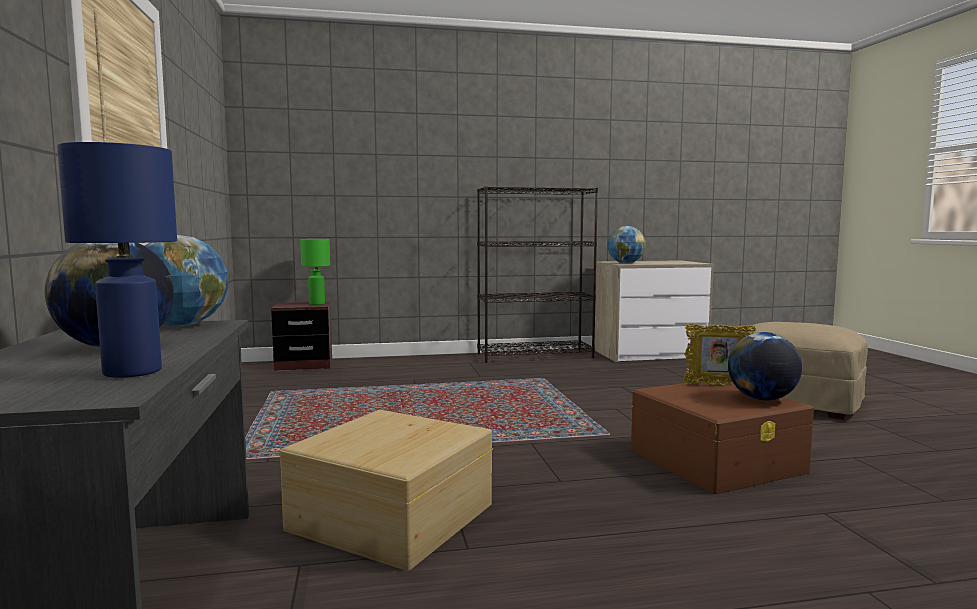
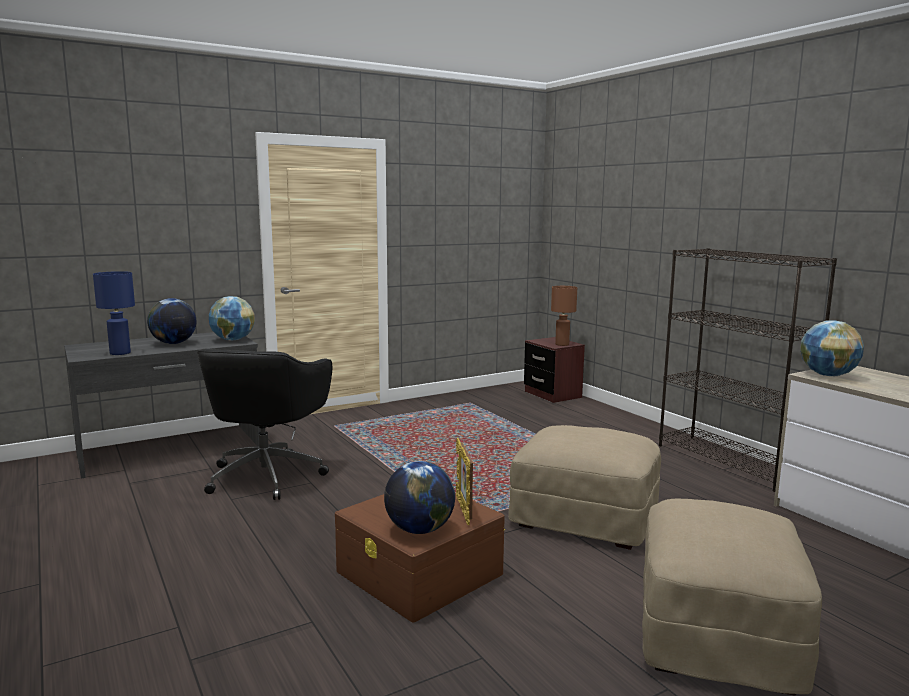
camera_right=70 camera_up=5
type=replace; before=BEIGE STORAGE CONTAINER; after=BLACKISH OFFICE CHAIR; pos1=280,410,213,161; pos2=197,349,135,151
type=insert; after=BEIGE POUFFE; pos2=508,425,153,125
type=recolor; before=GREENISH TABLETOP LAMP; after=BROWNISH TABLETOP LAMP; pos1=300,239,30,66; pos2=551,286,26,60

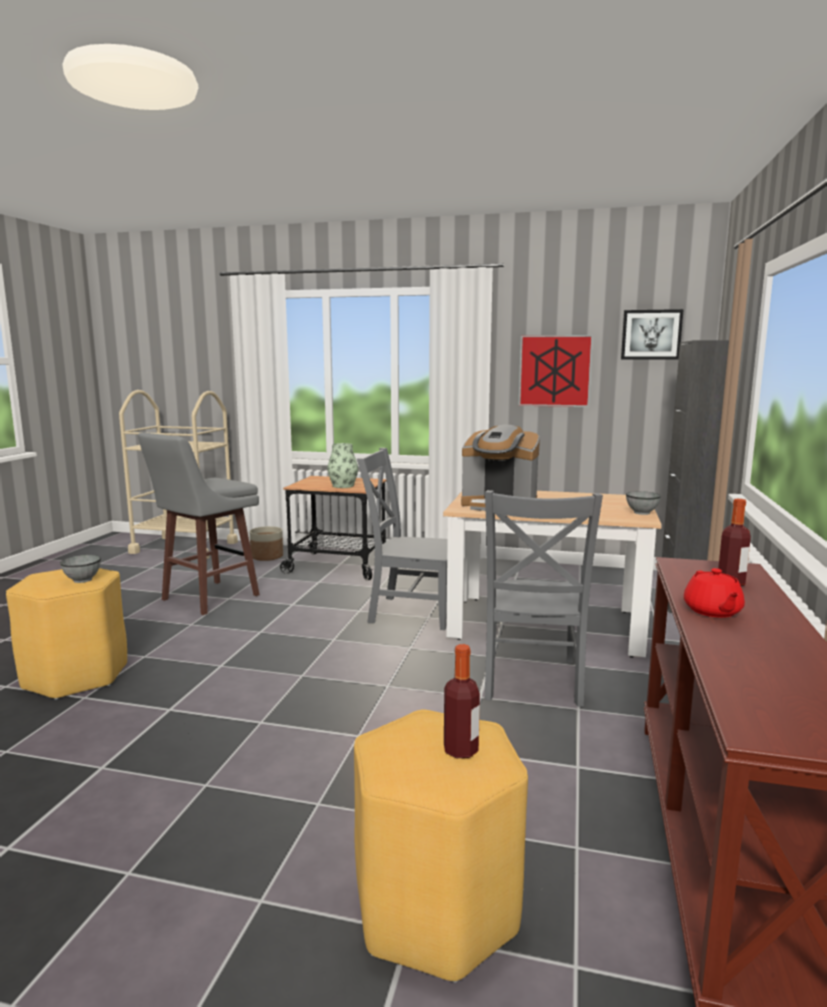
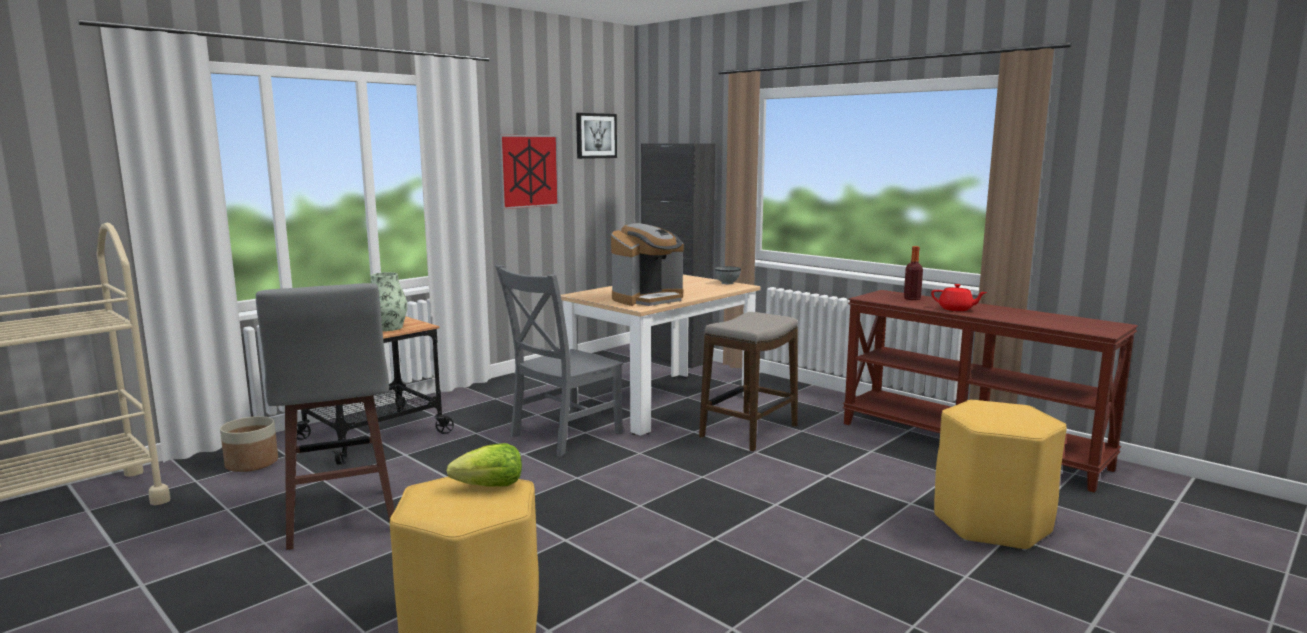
camera_right=-60 camera_up=0
type=replace; before=GREYISH SERVING BOWL; after=LETTUCE; pos1=60,555,41,28; pos2=447,443,75,44
type=replace; before=GREYISH UPRIGHT CHAIR; after=STOOL SEAT; pos1=485,490,118,217; pos2=699,312,99,140
type=delete; before=BOTTLE; pos1=444,644,36,114

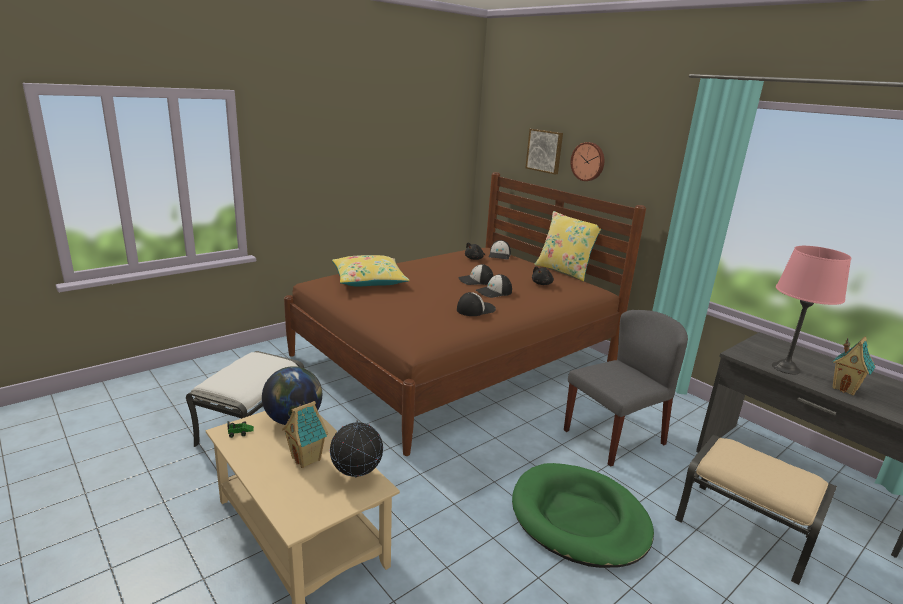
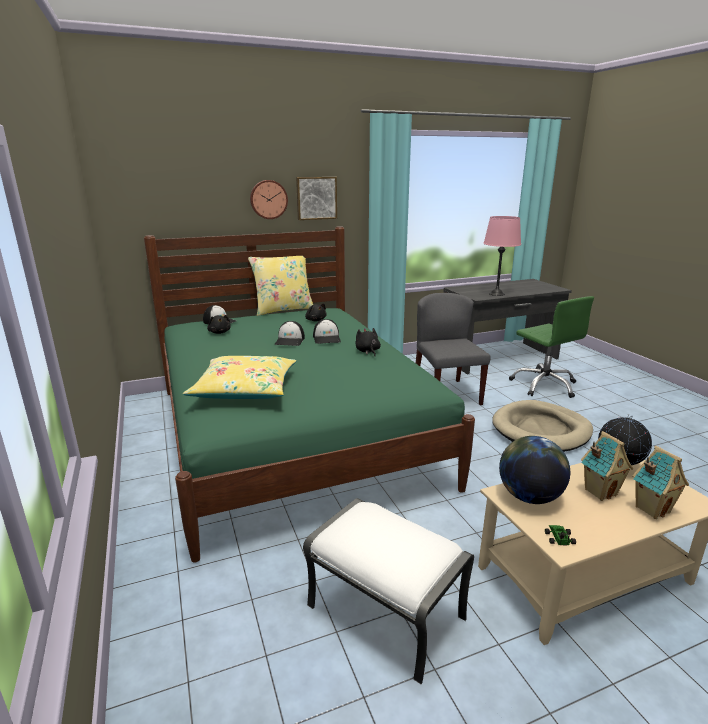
camera_right=-70 camera_up=0
type=recolor; before=BROWNISH BEDROOM BED; after=GREENISH BEDROOM BED; pos1=284,172,362,284; pos2=144,226,331,337
type=move; before=PICTURE; pos1=525,129,38,45; pos2=296,177,41,43
type=replace; before=PEAKED CAP; after=BLACKISH SOFT TOY; pos1=457,292,39,24; pos2=355,328,26,28
type=recolor; before=GREENISH DOG CUSHION; after=BEIGE DOG CUSHION; pos1=512,463,142,105; pos2=492,400,101,52
type=replace; before=BEIGE POUFFE; after=GREENISH OFFICE CHAIR; pos1=675,435,162,150; pos2=509,296,85,102
type=move; before=MODEL HOUSE; pos1=833,337,42,58; pos2=632,446,57,73

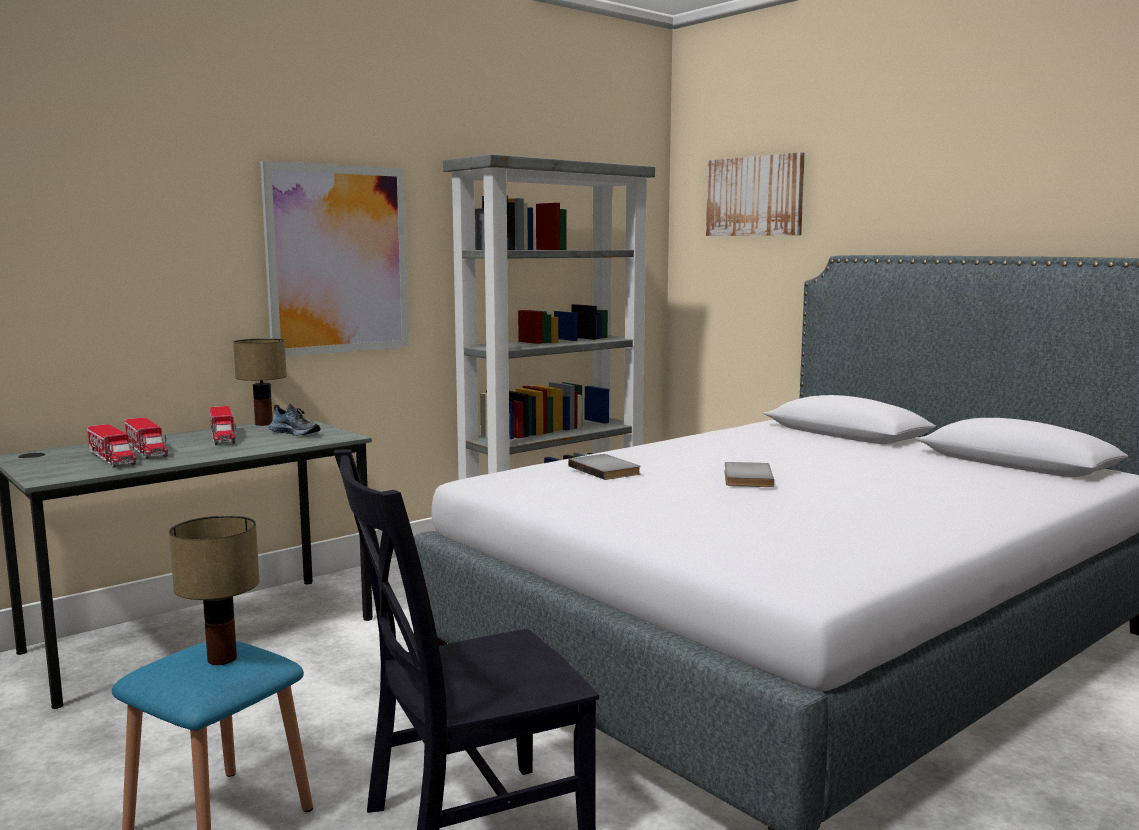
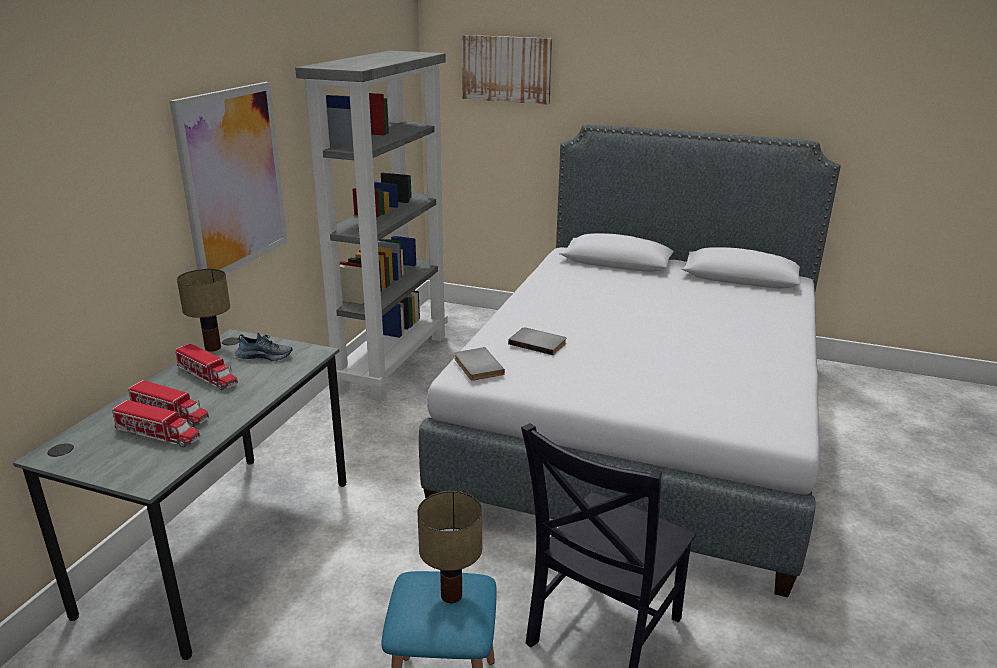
camera_right=-30 camera_up=15
type=move; before=GREYISH BOUND BOOK; pos1=724,462,50,25; pos2=454,347,51,34

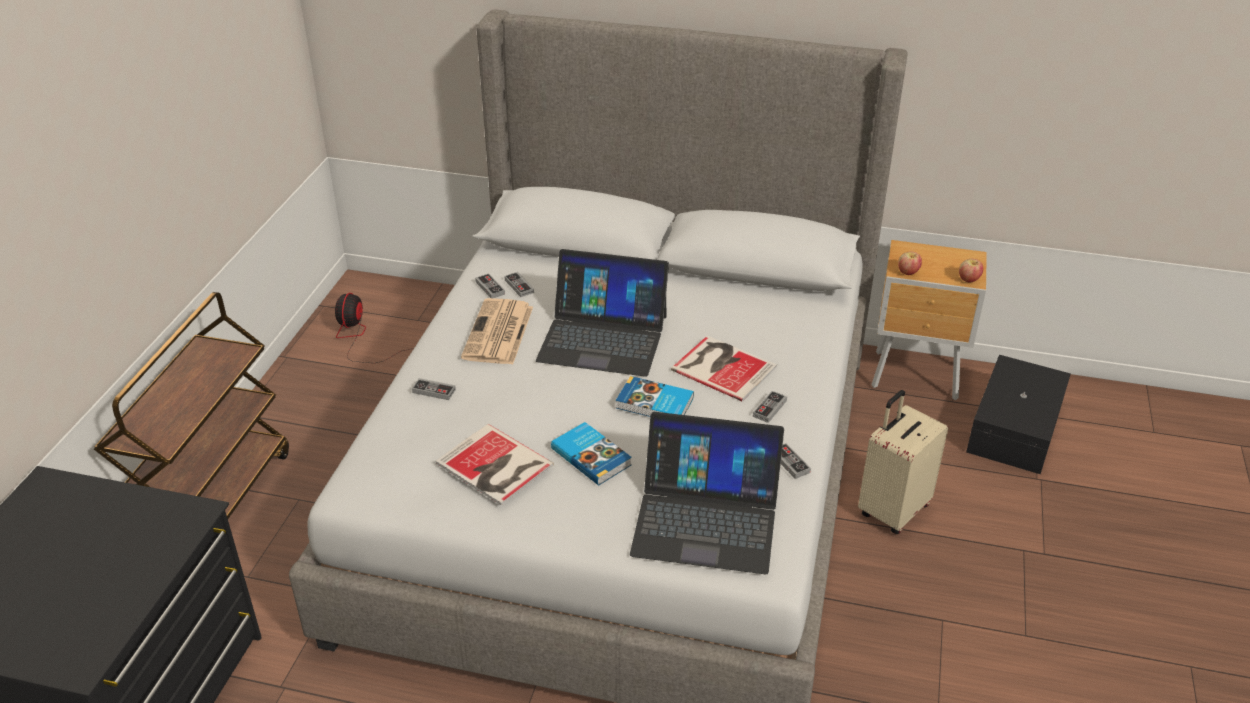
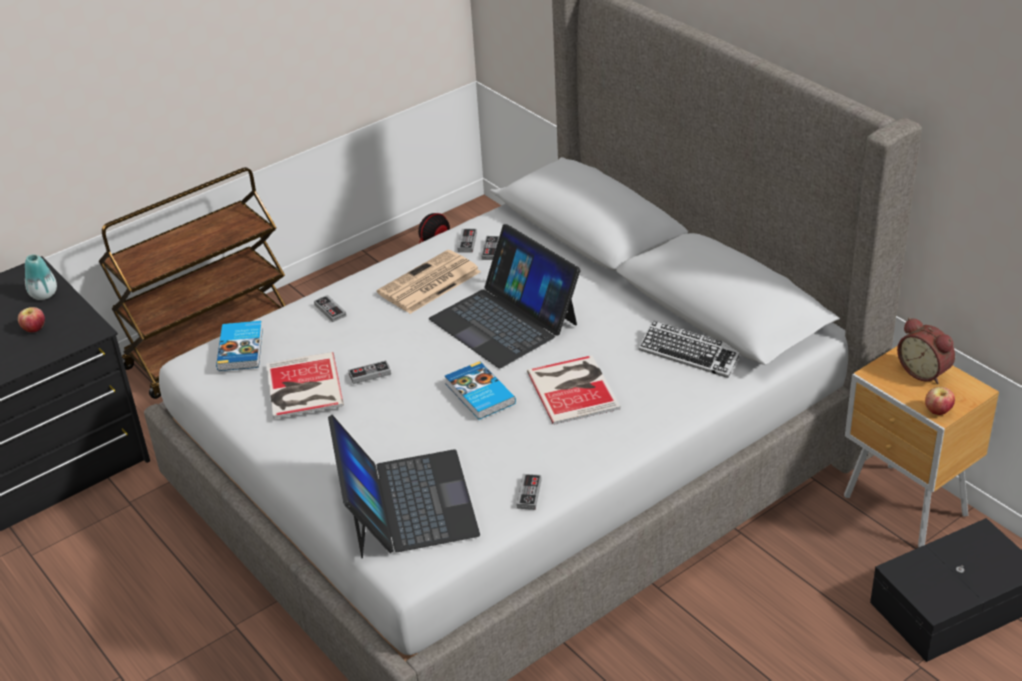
camera_right=40 camera_up=0
type=move; before=APPLE FRUIT; pos1=898,251,24,24; pos2=18,307,27,25
type=insert; after=VASE; pos2=25,254,32,46
type=move; before=BOUND BOOK; pos1=551,422,81,63; pos2=216,321,47,50
type=rotate; before=LAPTOP; pos1=630,412,154,163; pos2=328,415,152,143; turn=-150
type=move; before=GAME CONTROLLER; pos1=753,391,34,32; pos2=348,360,43,24
type=insert; after=PC KEYBOARD; pos2=638,321,102,57
type=insert; after=TABLE CLOCK; pos2=897,318,58,66
type=delete; before=BEIGE PIECE OF LUGGAGE; pos1=858,390,90,144

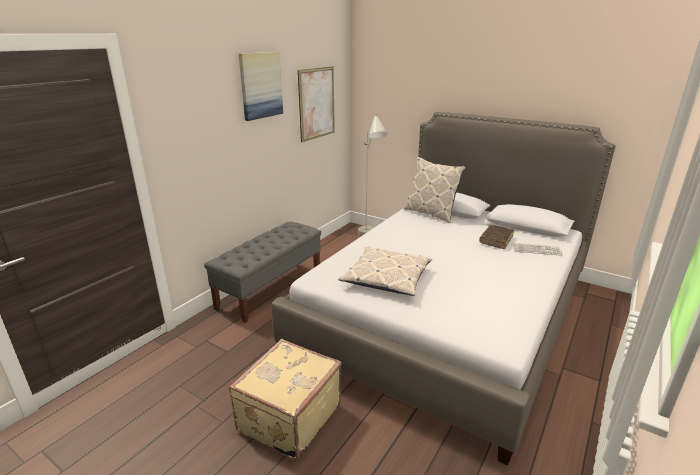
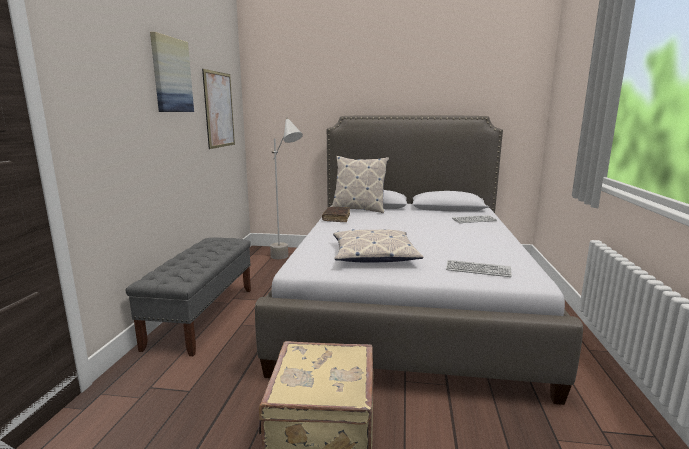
camera_right=-25 camera_up=-10
type=move; before=BROWNISH BOUND BOOK; pos1=479,225,35,24; pos2=322,207,28,15
type=insert; after=PC KEYBOARD; pos2=446,260,66,17

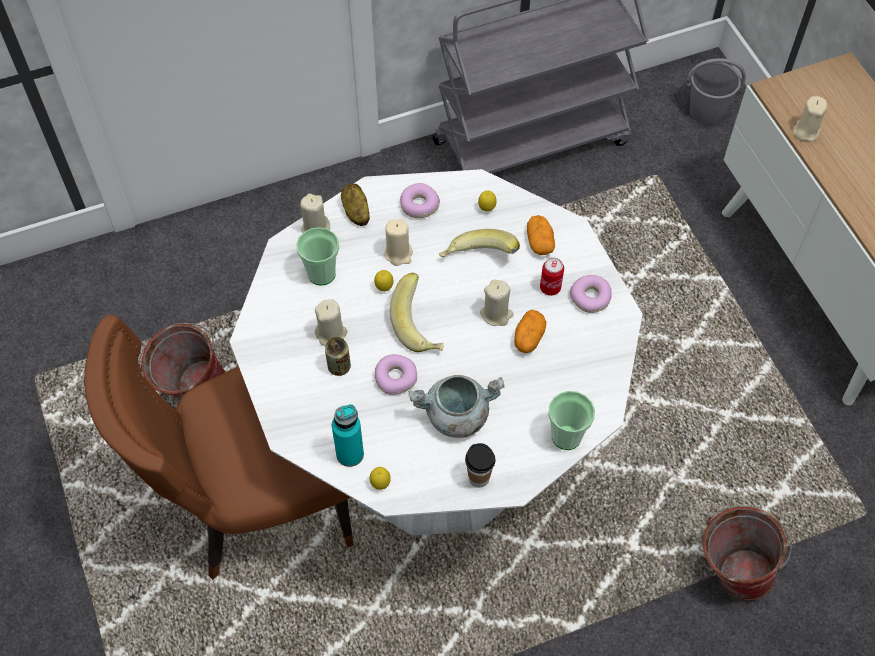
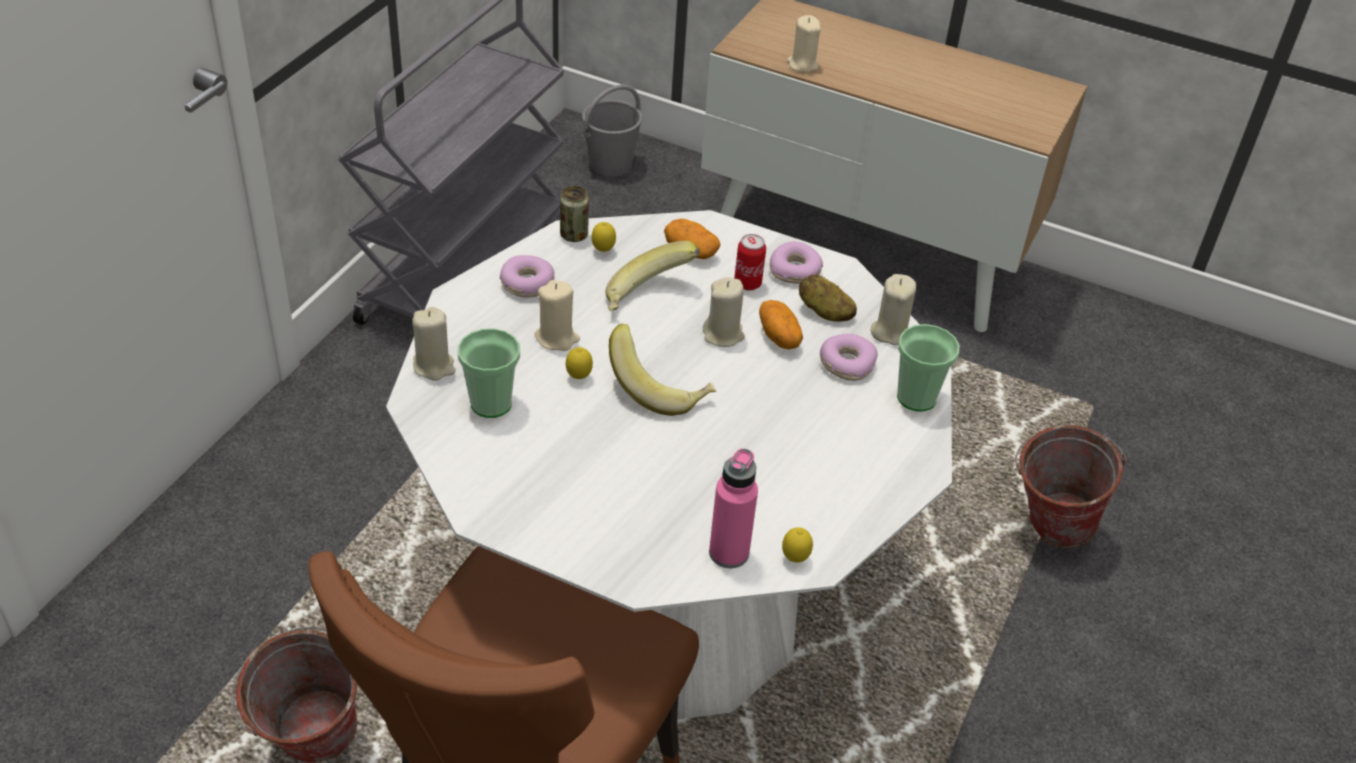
camera_right=-45 camera_up=-15
type=move; before=METAL CAN; pos1=325,337,26,39; pos2=560,186,29,56
type=recolor; before=TURQUOISE BOTTLE; after=PINK-COLOURED BOTTLE; pos1=332,404,32,63; pos2=709,448,49,120
type=move; before=POTATO; pos1=341,184,29,42; pos2=799,275,58,47
type=move; before=RING DOUGHNUT; pos1=374,354,43,41; pos2=820,334,58,47
type=move; before=BEIGE WAX LIGHT; pos1=315,299,33,47; pos2=871,274,45,71
type=delete; before=GREYISH STOCKPOT; pos1=409,375,95,63
type=delete; before=CUP; pos1=465,443,31,45

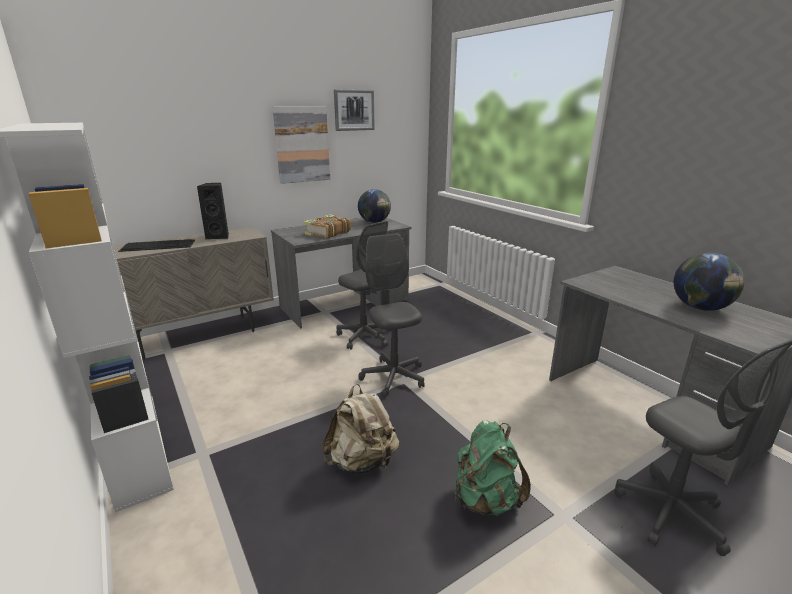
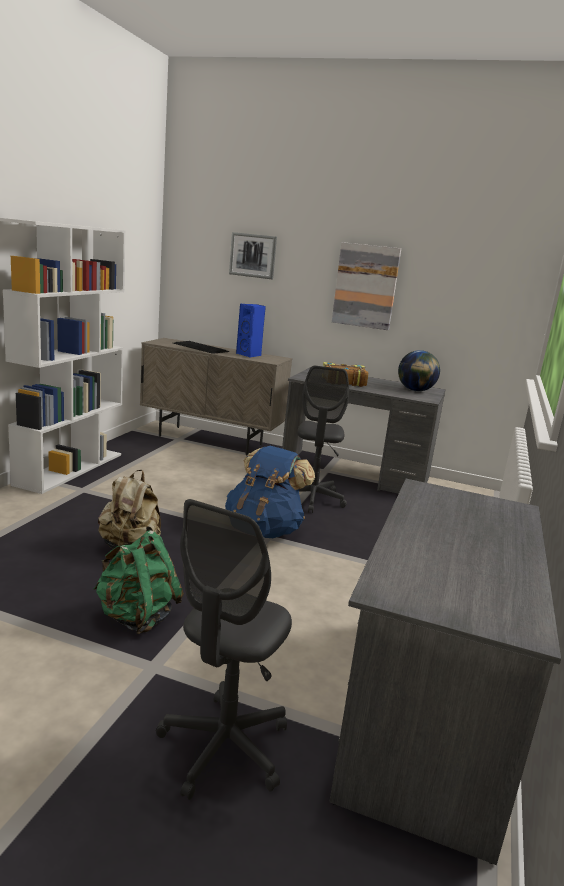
camera_right=50 camera_up=-5
type=replace; before=GREYISH OFFICE CHAIR; after=BLUE-COLOURED RUCKSACK; pos1=358,233,67,164; pos2=225,446,90,92
type=move; before=PICTURE; pos1=334,89,41,42; pos2=229,232,48,47
type=recolor; before=BLACKISH SPEAKER; after=BLUE-COLOURED SPEAKER; pos1=197,183,32,56; pos2=236,304,30,53
type=delete; before=DESK GLOBE; pos1=674,253,71,58

